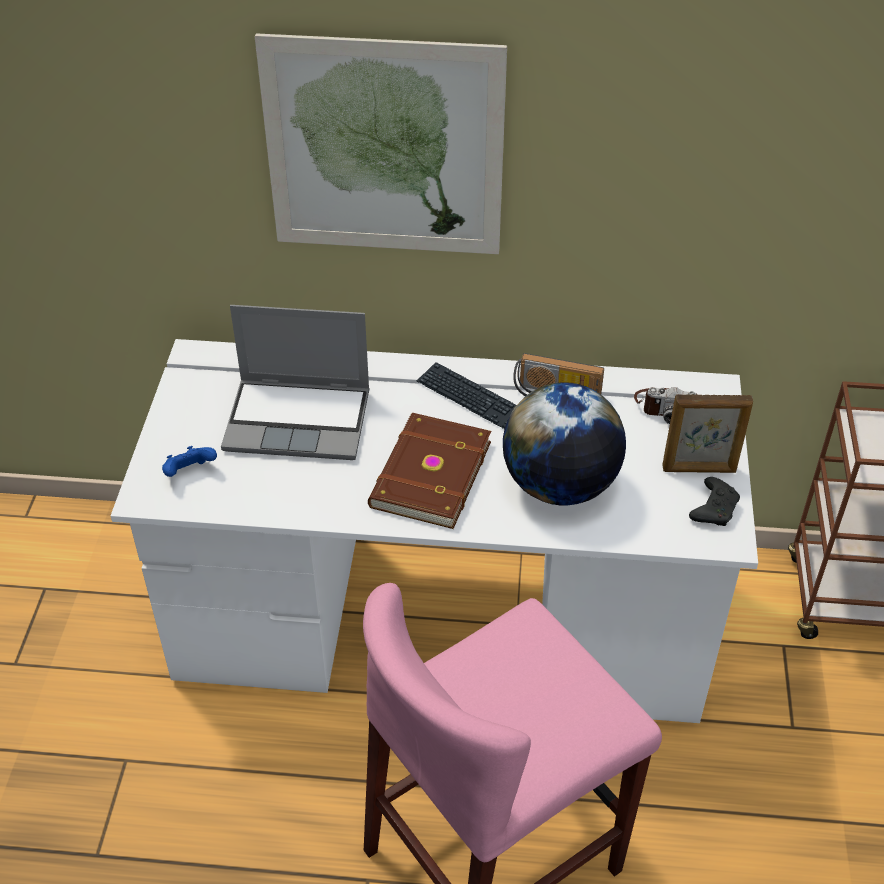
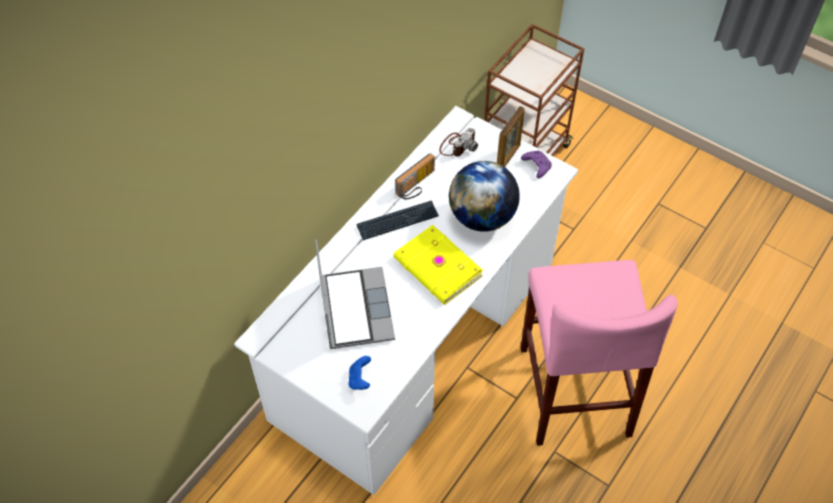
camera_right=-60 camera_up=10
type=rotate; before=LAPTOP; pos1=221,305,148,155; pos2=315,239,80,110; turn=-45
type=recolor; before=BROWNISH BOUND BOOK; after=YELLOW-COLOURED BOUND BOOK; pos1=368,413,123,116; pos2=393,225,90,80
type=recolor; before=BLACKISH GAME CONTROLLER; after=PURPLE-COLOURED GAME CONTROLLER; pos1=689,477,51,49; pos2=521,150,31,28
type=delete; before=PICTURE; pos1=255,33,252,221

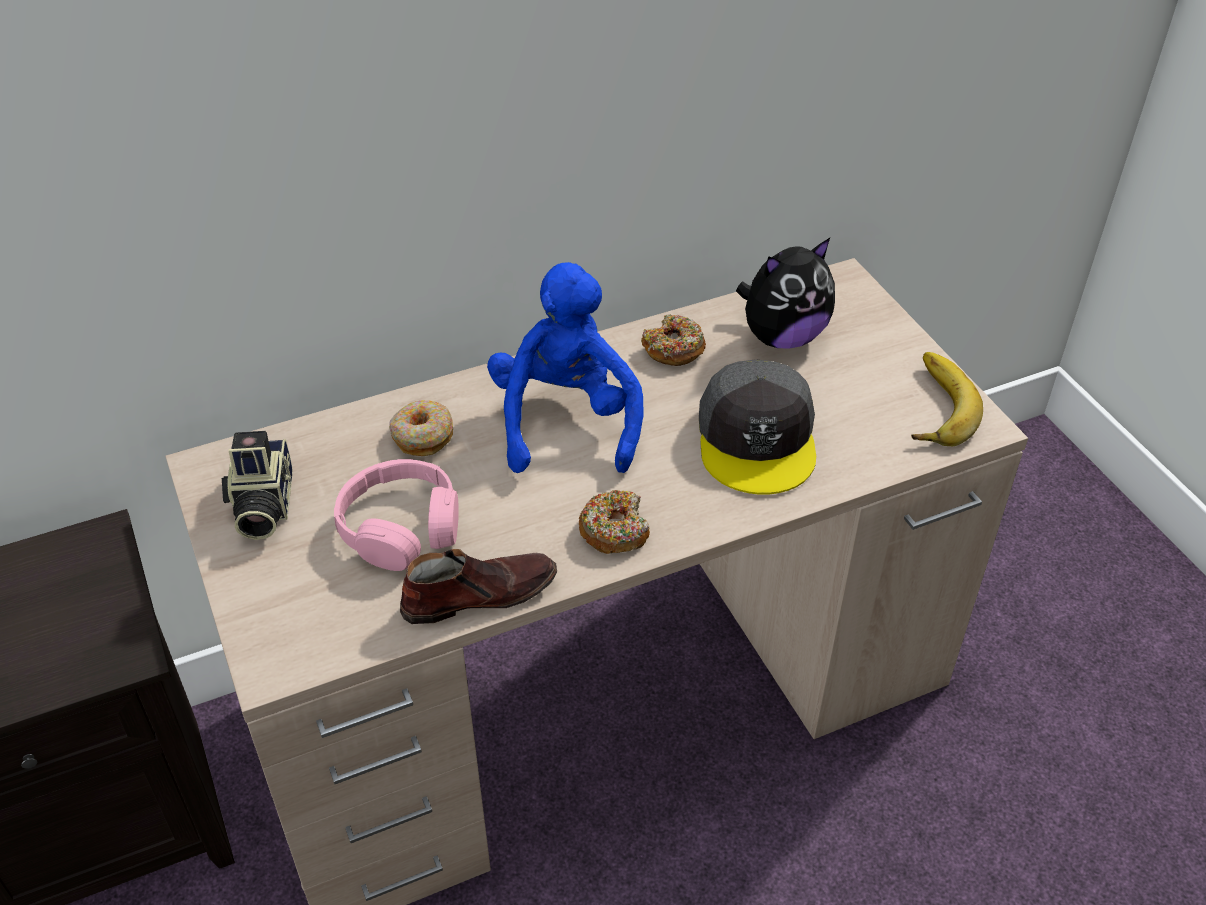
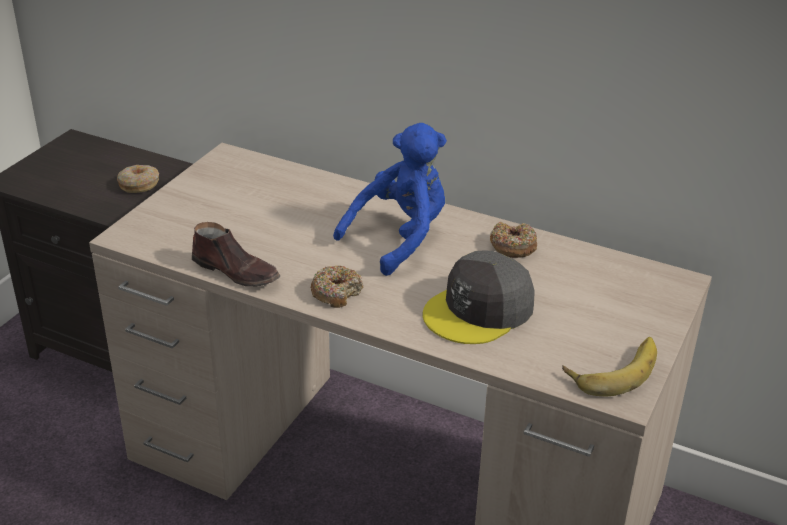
camera_right=50 camera_up=-10
type=move; before=RING DOUGHNUT; pos1=389,400,64,56; pos2=117,165,42,28
type=delete; before=STILL CAMERA; pos1=222,431,71,109
type=delete; before=PINK-COLOURED PAIR OF HEADPHONES; pos1=334,459,125,112
type=delete; before=SOFT TOY; pos1=736,238,99,111

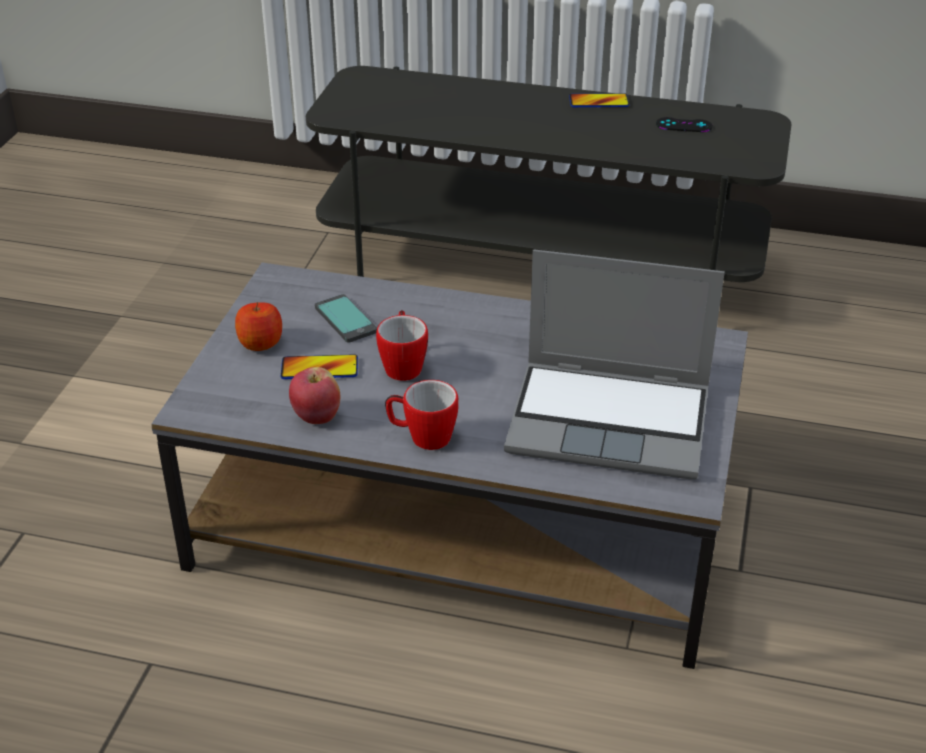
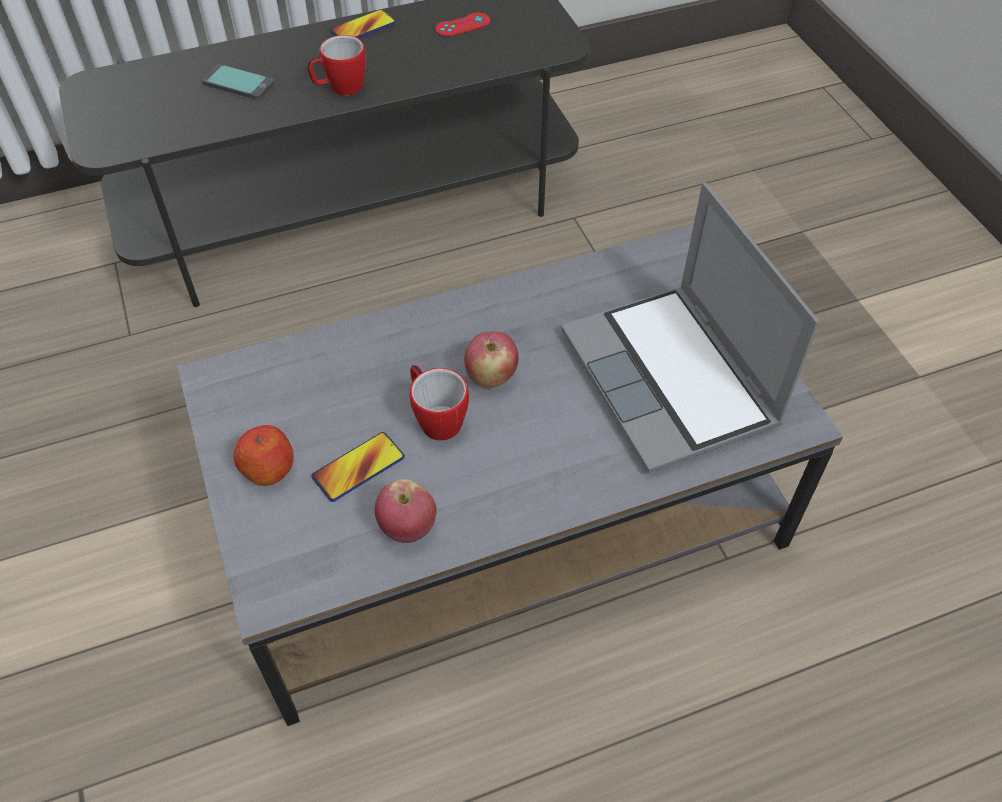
camera_right=-35 camera_up=15
type=move; before=HANDSET; pos1=315,294,62,49; pos2=202,64,72,36
type=move; before=MUG; pos1=385,380,74,70; pos2=308,35,58,60
type=recolor; before=BLACKISH GAME CONTROLLER; after=REDDISH GAME CONTROLLER; pos1=656,117,57,15; pos2=435,13,55,24
type=insert; after=APPLE FRUIT; pos2=464,332,55,56
type=rotate; before=LAPTOP; pos1=504,249,221,230; pos2=561,182,259,291; turn=90

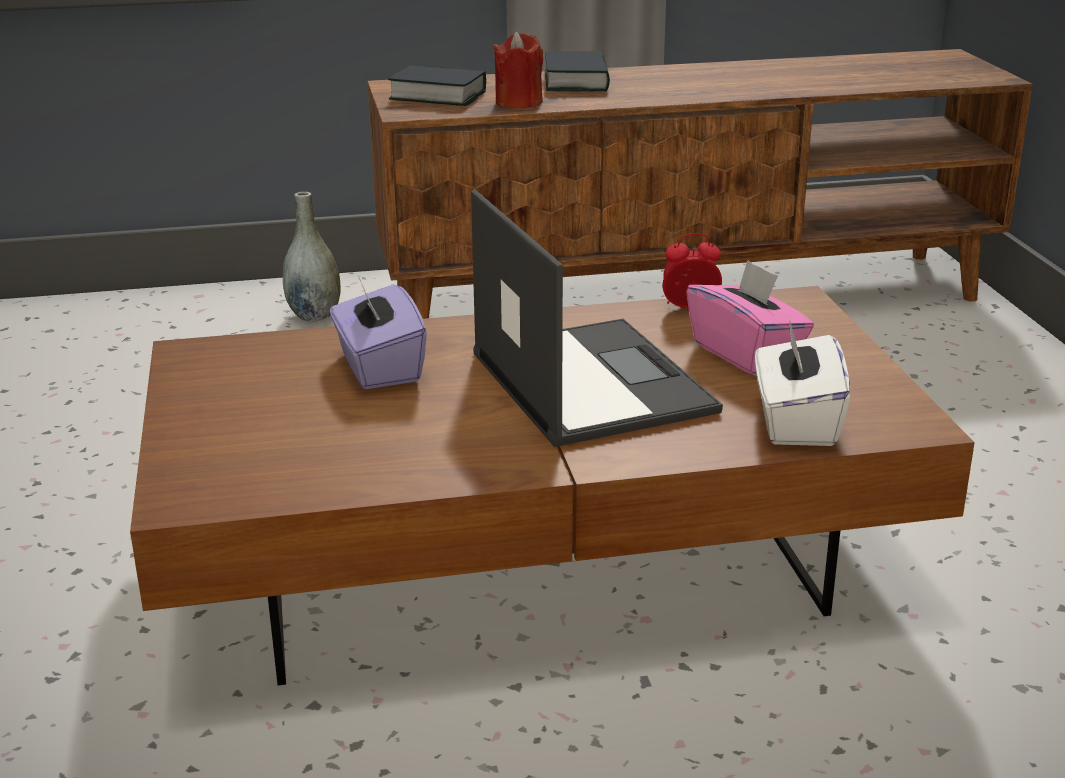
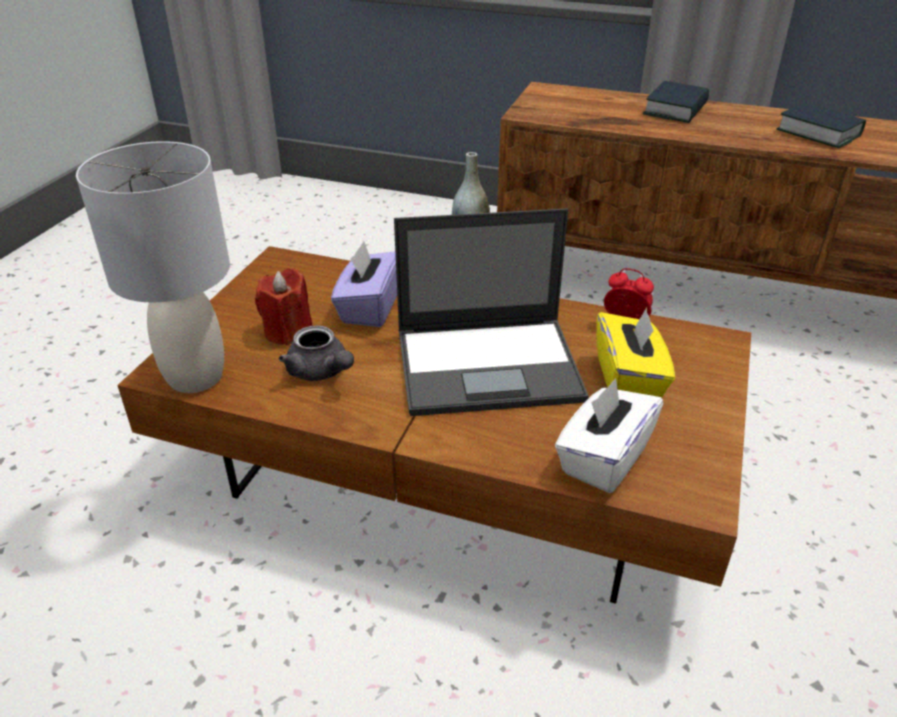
camera_right=30 camera_up=10
type=insert; after=GREYISH TABLETOP LAMP; pos2=76,141,154,252
type=move; before=REDDISH WAX LIGHT; pos1=493,32,50,77; pos2=255,268,57,78
type=insert; after=GREYISH TEAPOT; pos2=279,325,75,56
type=rotate; before=LAPTOP; pos1=471,189,252,258; pos2=394,209,195,207; turn=75
type=recolor; before=PINK-COLOURED TISSUE BOX; after=YELLOW-COLOURED TISSUE BOX; pos1=686,260,128,116; pos2=596,307,79,91
type=move; before=BOUND BOOK; pos1=388,65,98,41; pos2=777,103,89,45

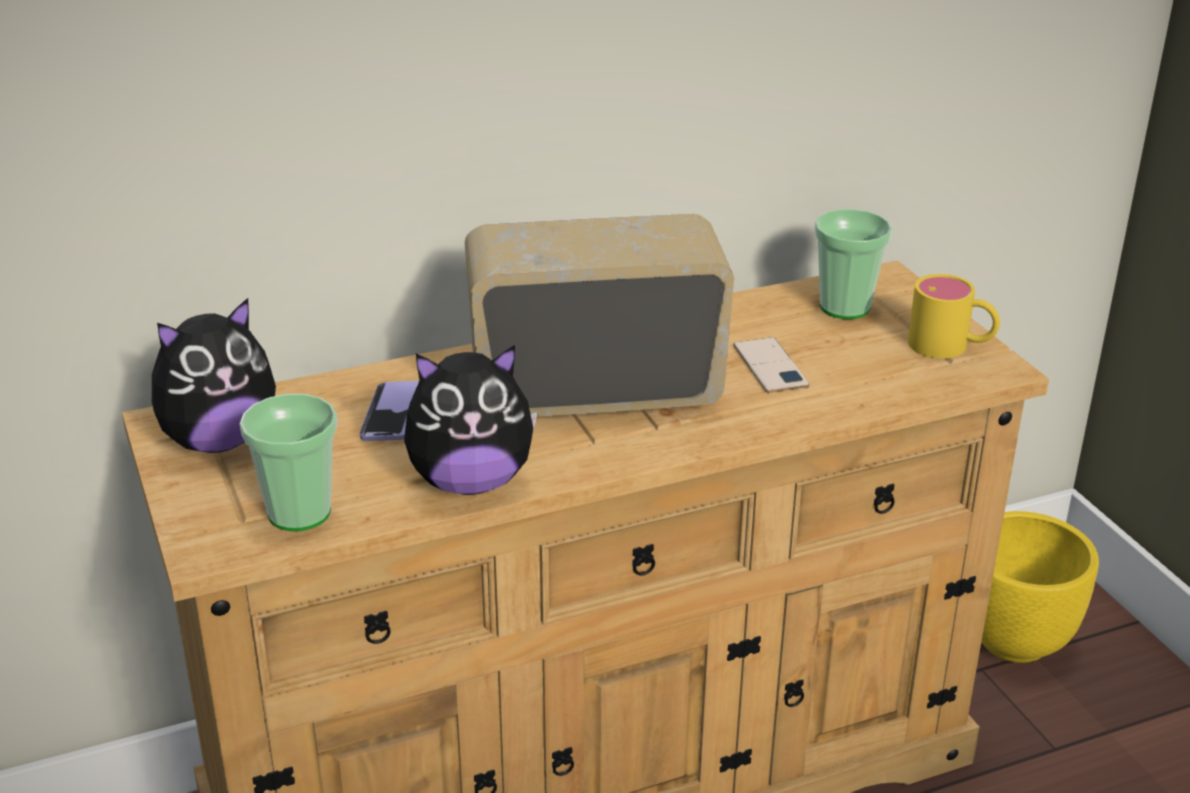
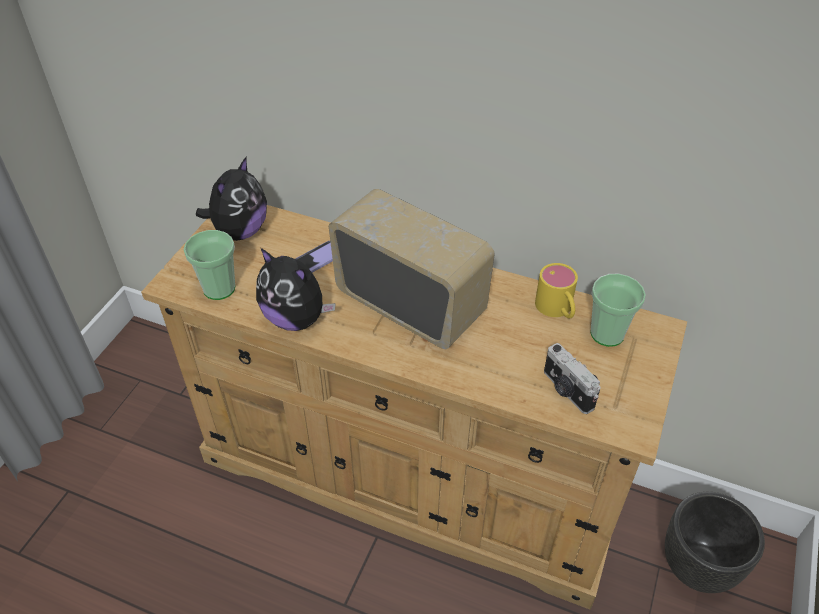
camera_right=45 camera_up=15
type=rotate; before=SOFT TOY; pos1=152,298,124,155; pos2=196,157,71,84; turn=-75
type=move; before=YELLOW-COLOURED MUG; pos1=908,274,92,85; pos2=535,263,43,56
type=insert; after=STILL CAMERA; pos2=544,343,57,71
type=recolor; before=YELLOW-COLOURED FLOWER POT; after=BLACKISH FLOWER POT; pos1=981,511,118,152; pos2=665,492,100,101
type=delete; before=HANDSET; pos1=734,337,75,56

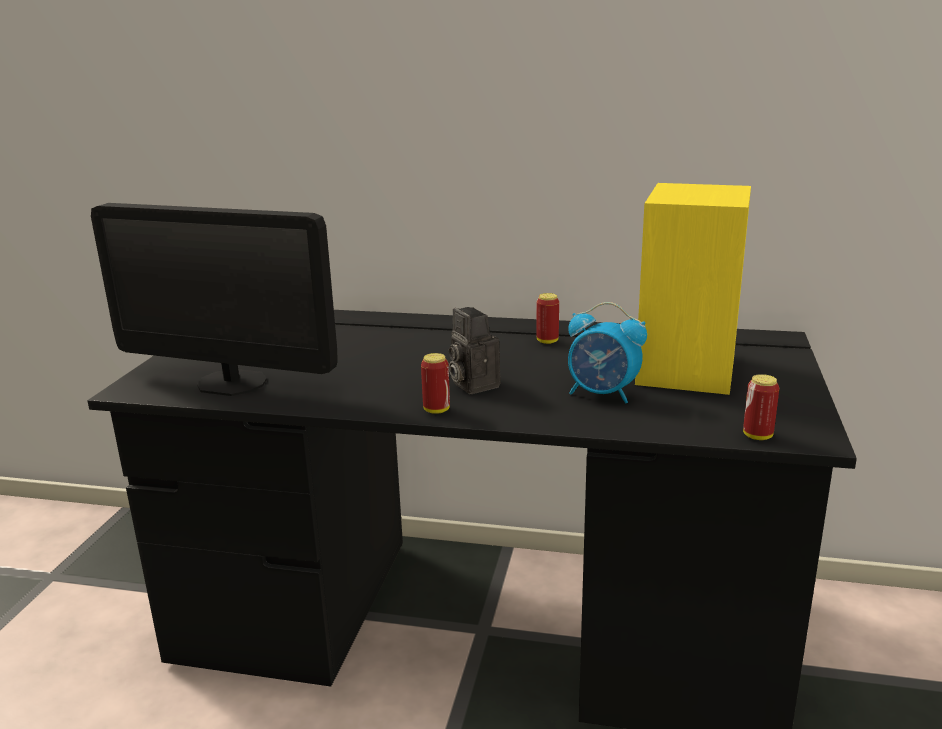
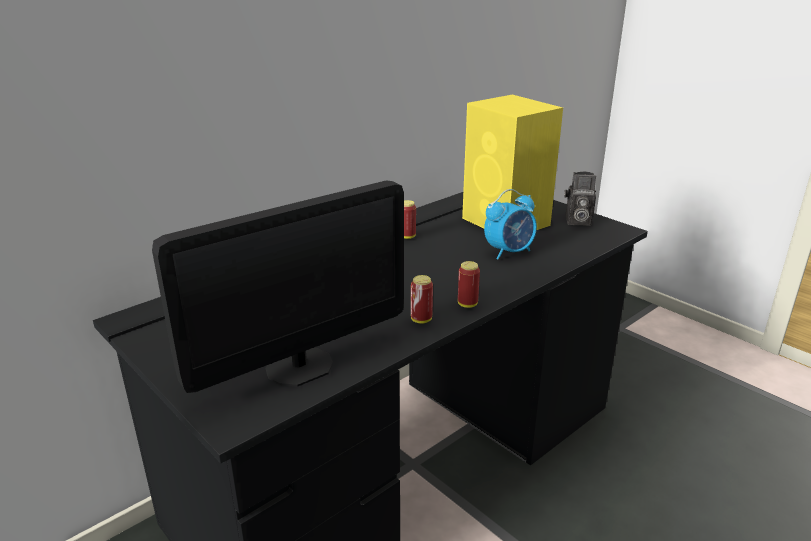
camera_right=-55 camera_up=5
type=move; before=METAL CAN; pos1=743,374,36,66; pos2=411,275,22,49
type=move; before=STILL CAMERA; pos1=449,307,52,87; pos2=564,172,32,54

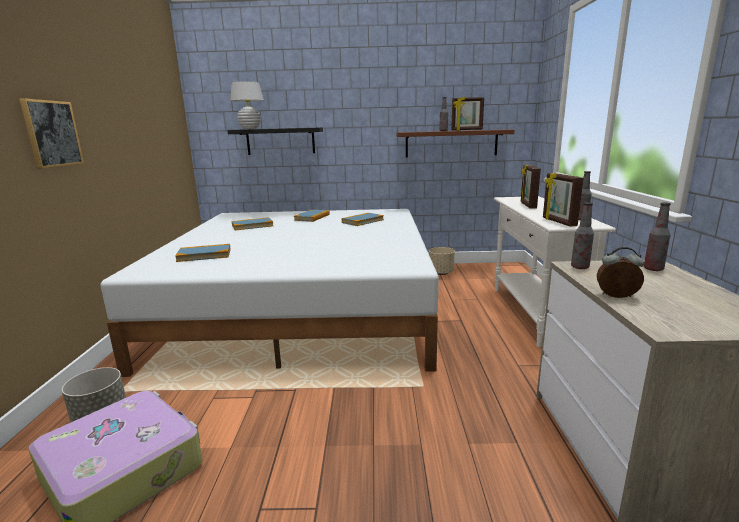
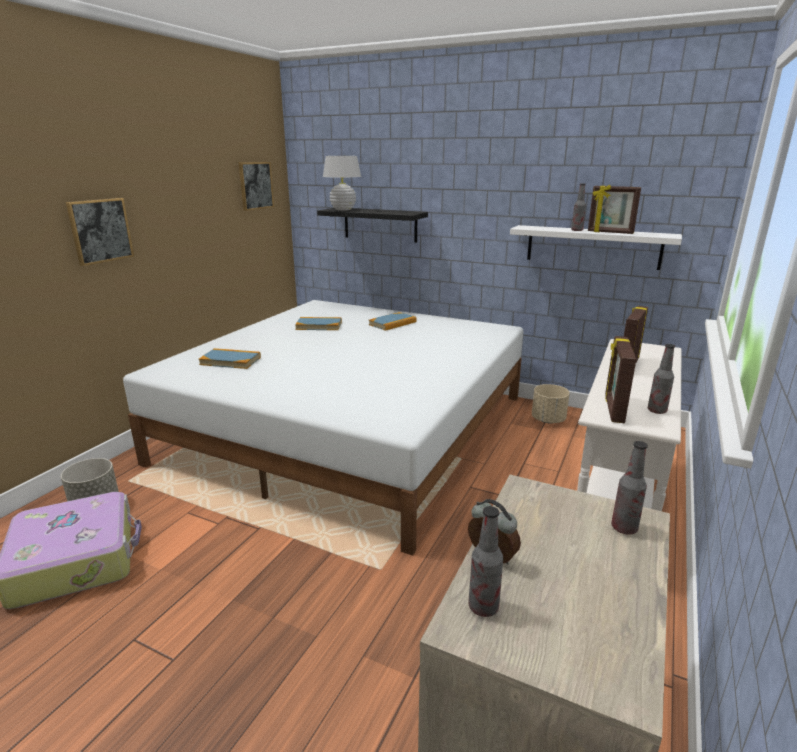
camera_right=25 camera_up=5
type=insert; after=PICTURE; pos2=239,162,35,49
type=move; before=BOTTLE; pos1=571,202,23,67; pos2=468,506,35,111
type=recolor; before=BROWNISH SHELF; after=WHITE SHELF; pos1=396,129,118,29; pos2=510,225,172,45
type=delete; before=BOUND BOOK; pos1=342,213,42,13

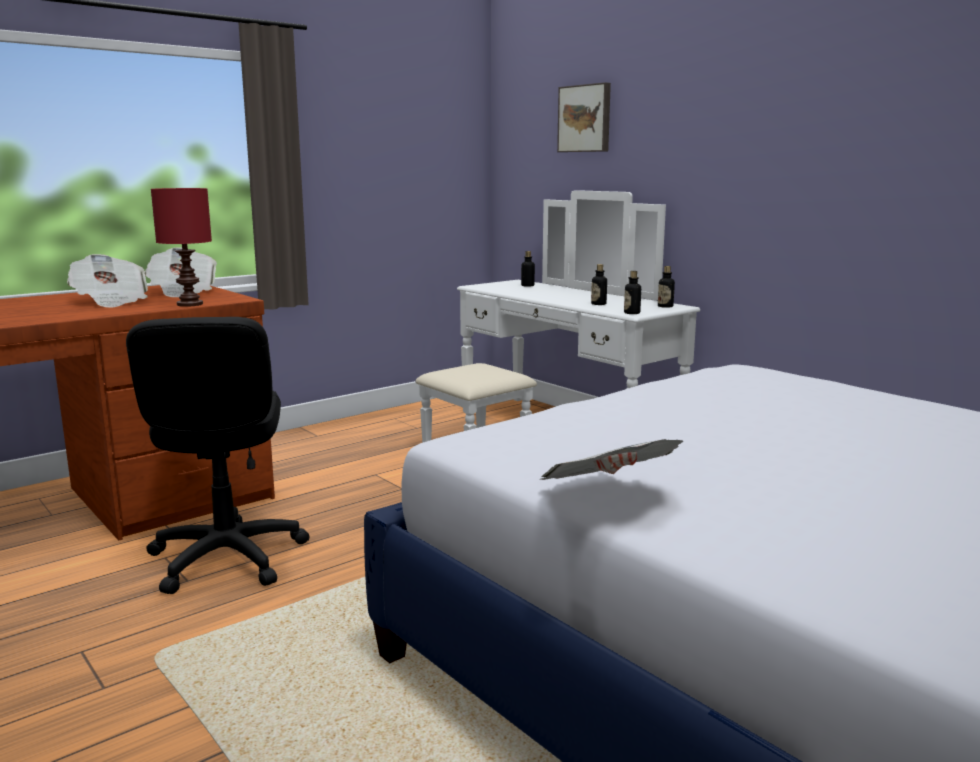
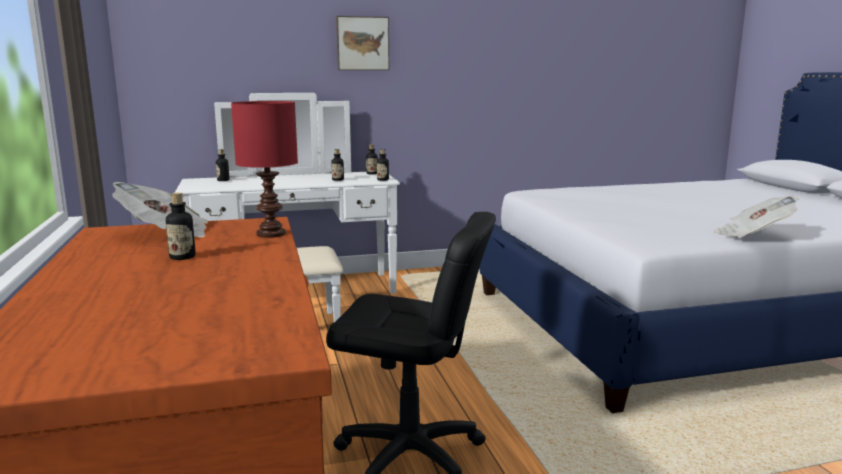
camera_right=-65 camera_up=0
type=replace; before=PRINTED PAPER; after=BOTTLE; pos1=67,254,81,54; pos2=166,193,30,67
type=move; before=PICTURE; pos1=557,82,54,70; pos2=336,16,54,54

